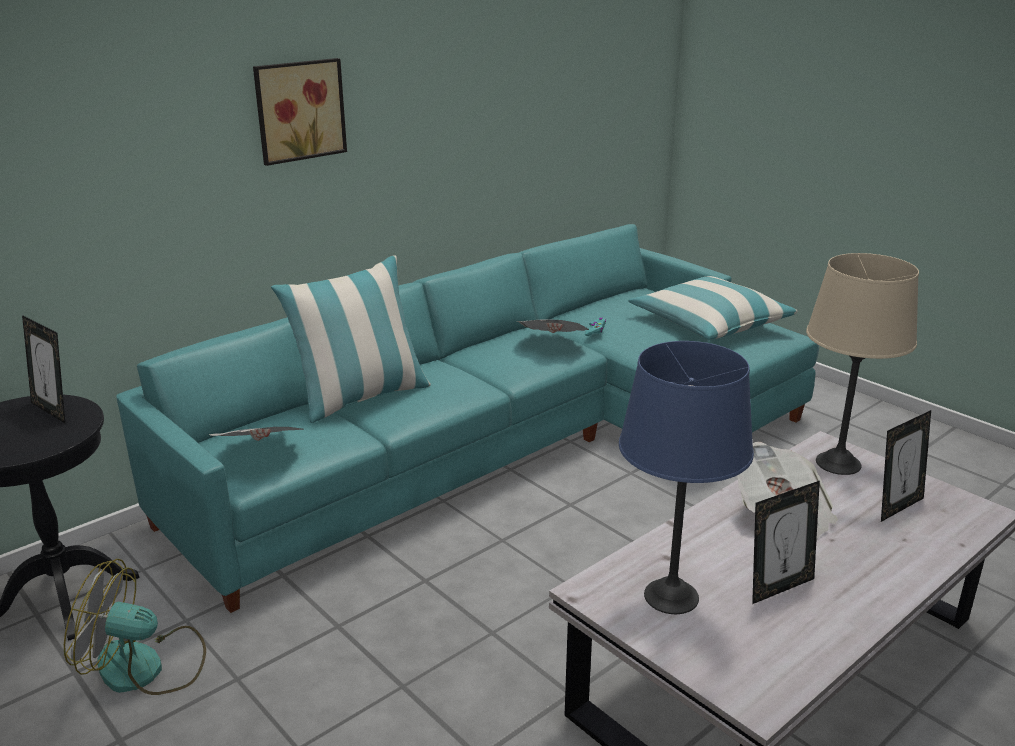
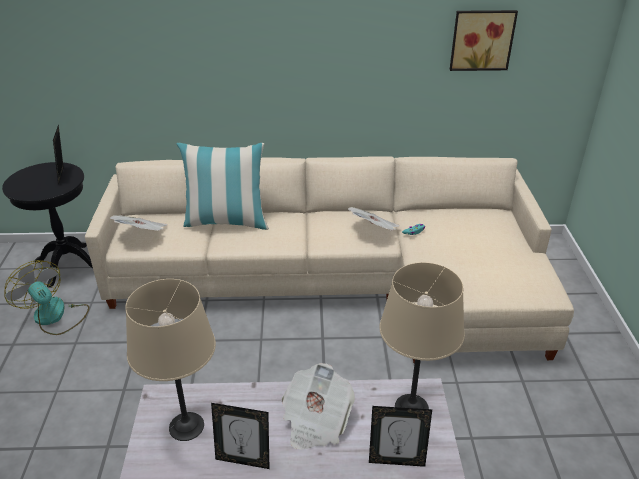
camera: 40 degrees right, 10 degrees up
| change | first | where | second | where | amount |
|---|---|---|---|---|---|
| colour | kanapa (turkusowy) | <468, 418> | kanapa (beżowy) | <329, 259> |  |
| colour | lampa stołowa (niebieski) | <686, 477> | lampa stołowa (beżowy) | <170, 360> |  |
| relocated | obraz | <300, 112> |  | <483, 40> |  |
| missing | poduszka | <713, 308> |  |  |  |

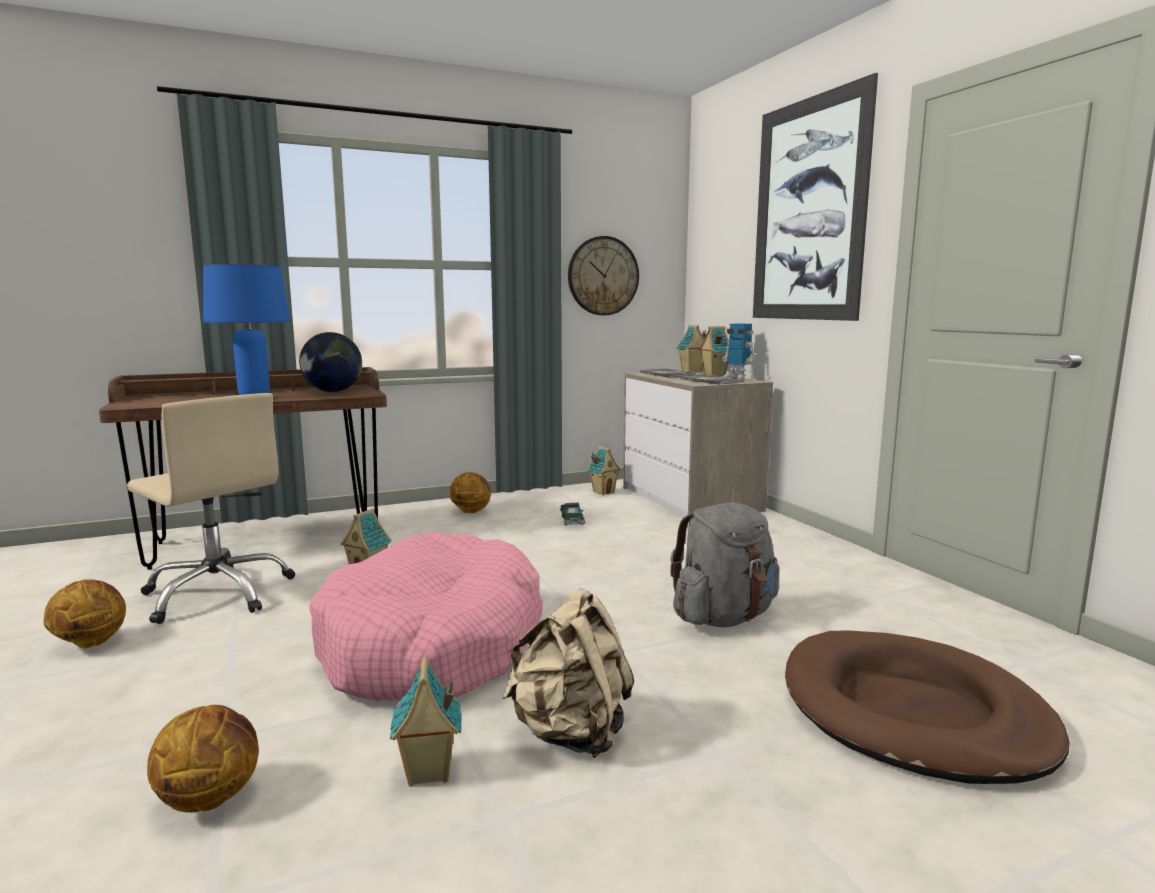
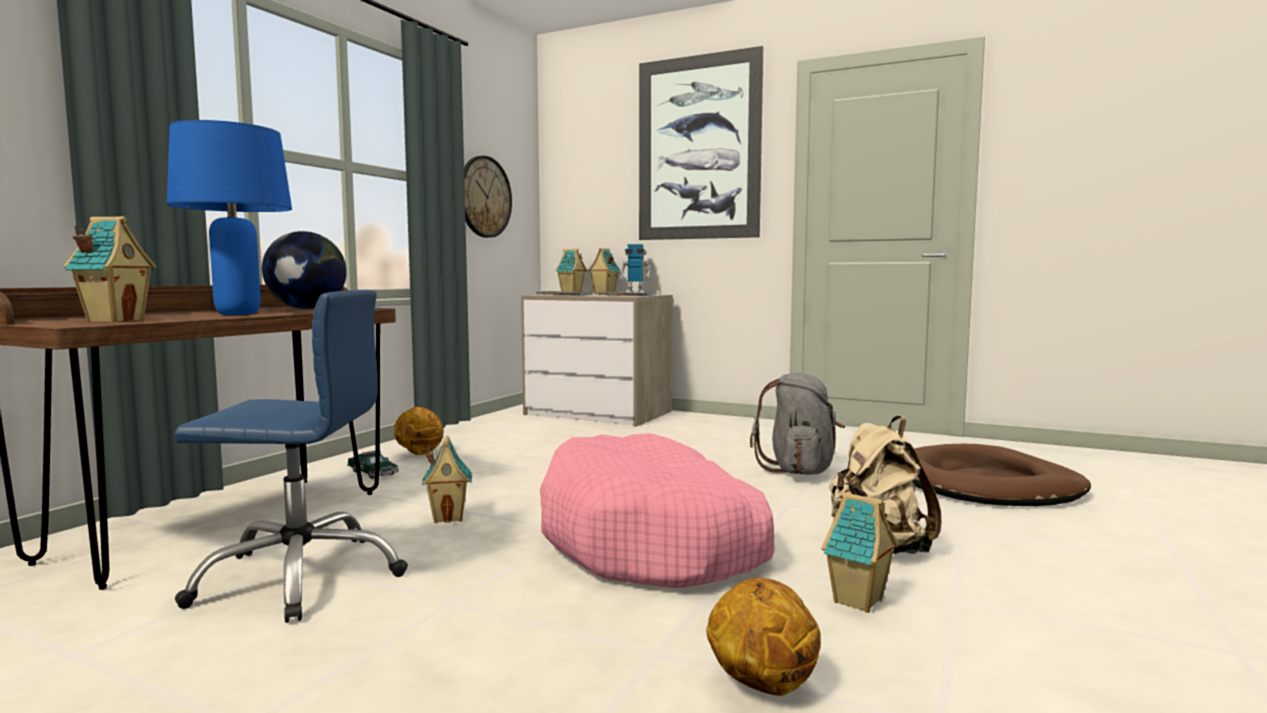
camera: 40 degrees left, 5 degrees down
| change | first | where | second | where | amount |
|---|---|---|---|---|---|
| relocated | domek | <604, 470> |  | <110, 269> |  |
| colour | krzesło biurowe (beżowy) | <211, 508> | krzesło biurowe (niebieski) | <291, 456> |  |
| relocated | samochodzik | <573, 514> |  | <373, 464> |  |
| missing | piłka do koszykówki | <84, 613> |  |  |  |

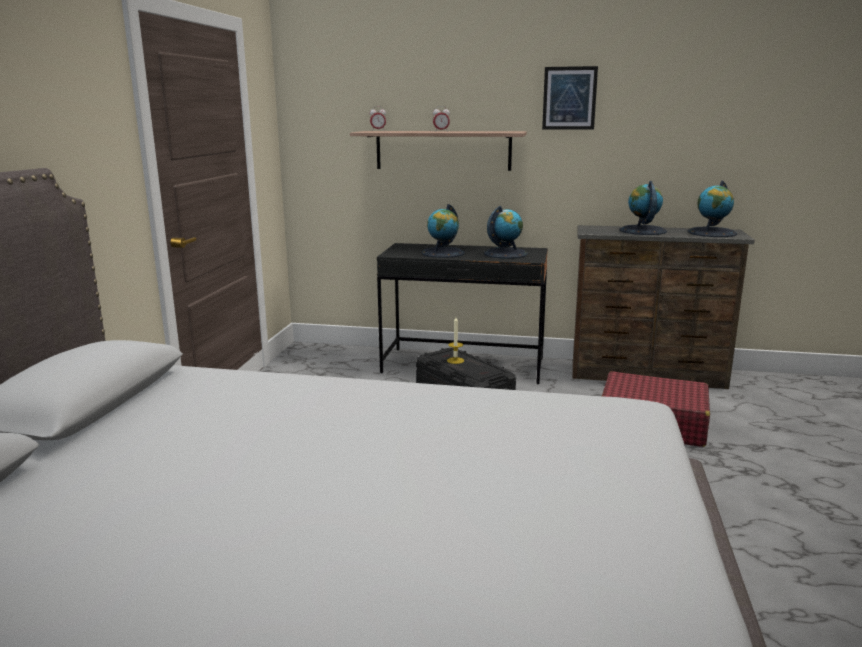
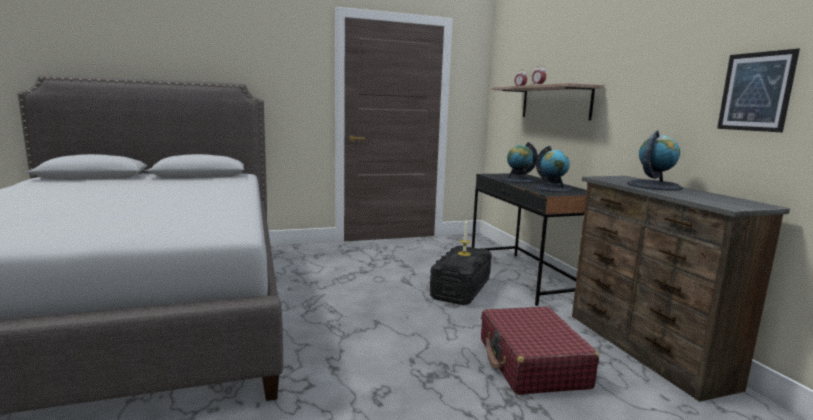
camera: 60 degrees right, 5 degrees down
| change | first | where | second | where | amount |
|---|---|---|---|---|---|
| relocated | obraz | <570, 97> |  | <758, 90> |  |
| missing | globus | <712, 209> |  |  |  |

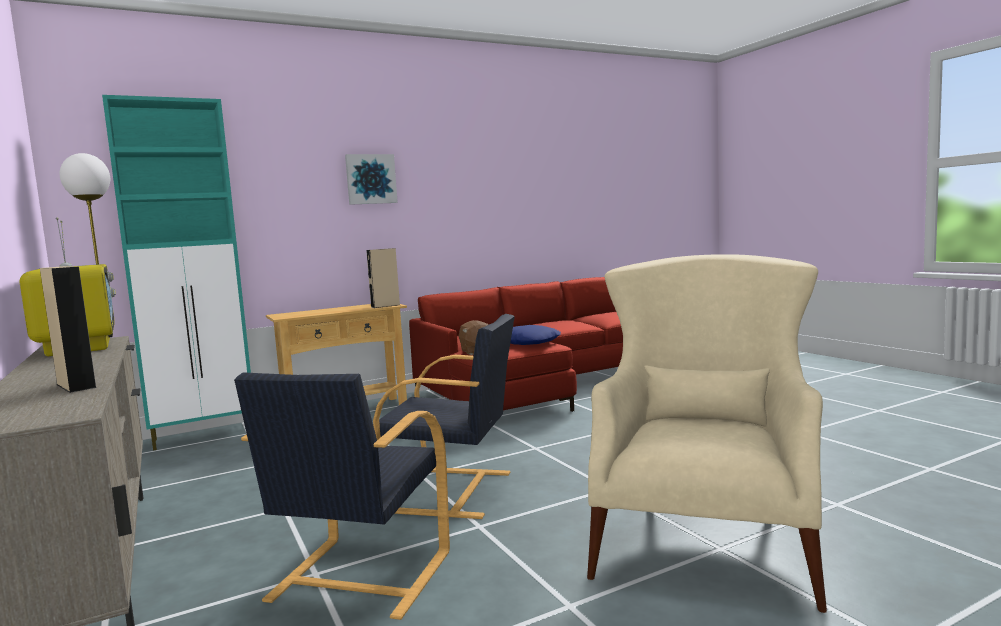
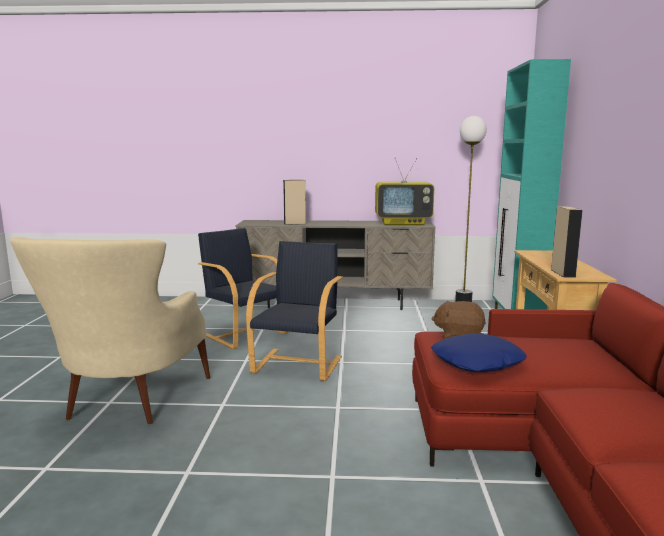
camera: 120 degrees right, 5 degrees up
| change | first | where | second | where | amount |
|---|---|---|---|---|---|
| spun | fotel (beżowy) | <707, 433> |  | <110, 330> | 45 degrees clockwise |
| spun | fotel (czarny) | <444, 416> |  | <294, 311> | 150 degrees clockwise |
| missing | obraz | <371, 179> |  |  |  |

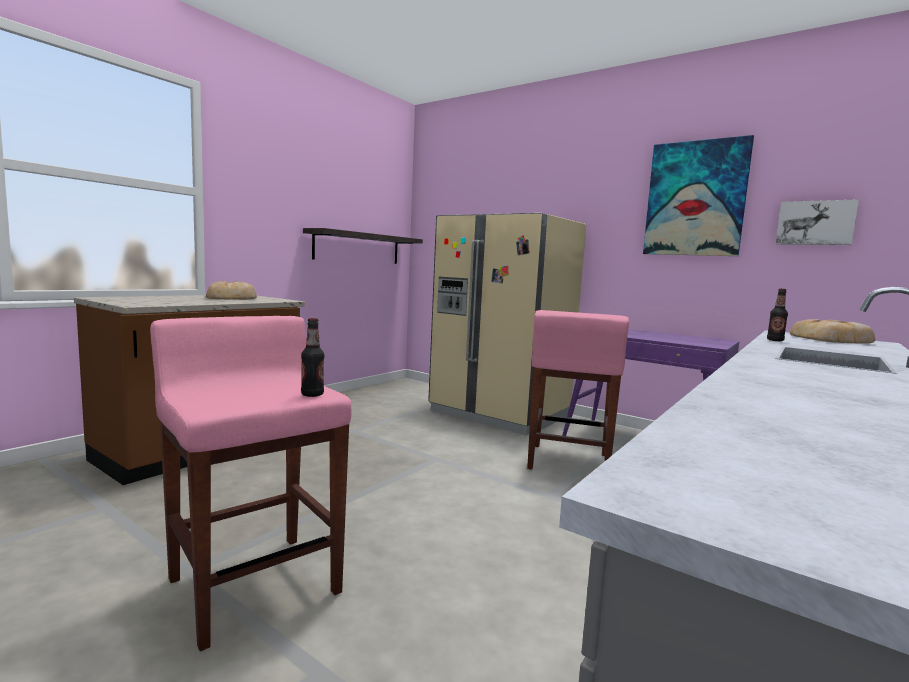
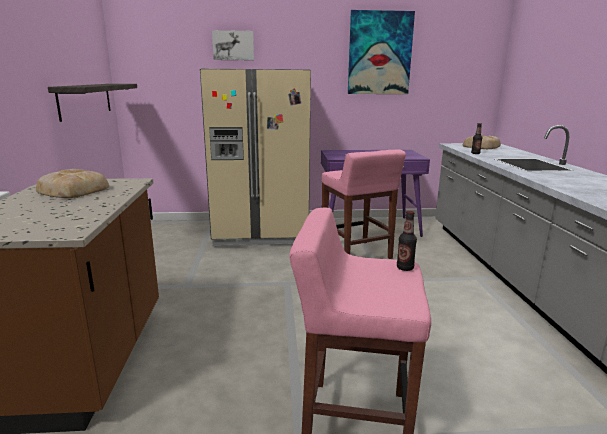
camera: 40 degrees left, 10 degrees up
| change | first | where | second | where | amount |
|---|---|---|---|---|---|
| relocated | obraz | <817, 222> |  | <233, 45> |  |

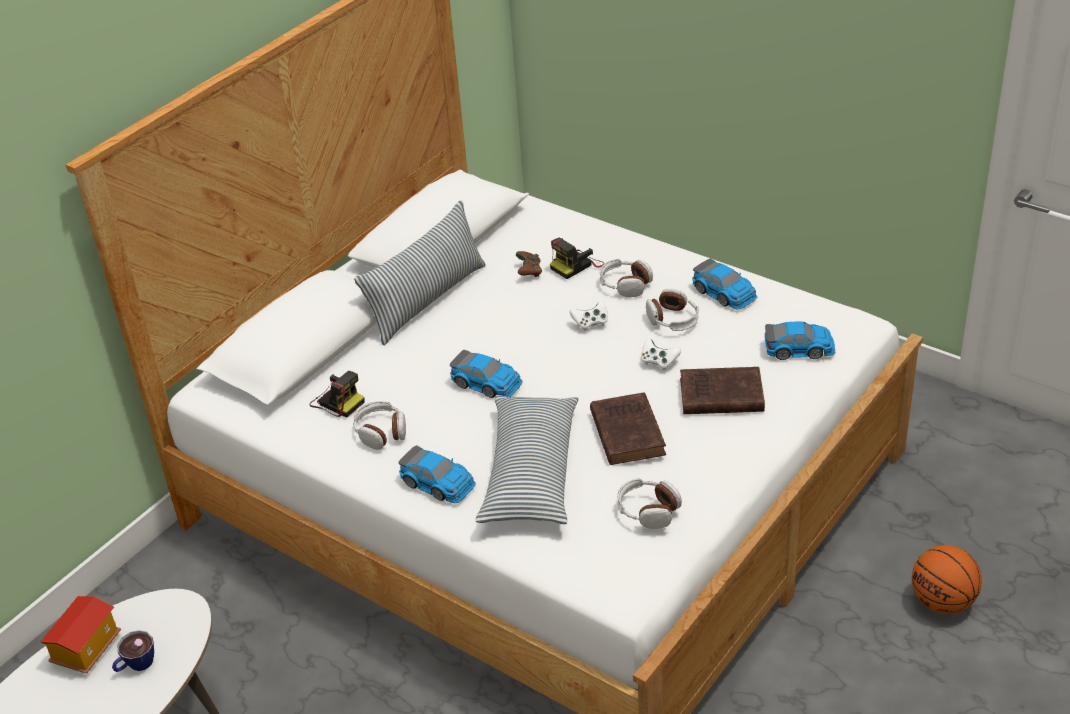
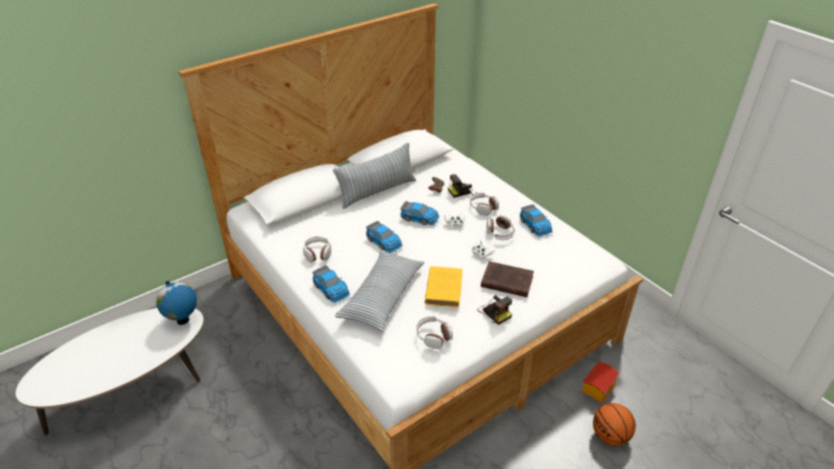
camera: 15 degrees right, 0 degrees up
| change | first | where | second | where | amount |
|---|---|---|---|---|---|
| appeared |  |  | globus | <176, 303> |  |
| relocated | samochodzik | <800, 341> |  | <419, 213> |  |
| colour | książka (brązowy) | <628, 428> | książka (żółty) | <443, 286> |  |
| relocated | aparat fotograficzny | <337, 394> |  | <494, 310> |  |
| relocated | domek | <81, 635> |  | <599, 383> |  |
| missing | filiżanka | <133, 651> |  |  |  |

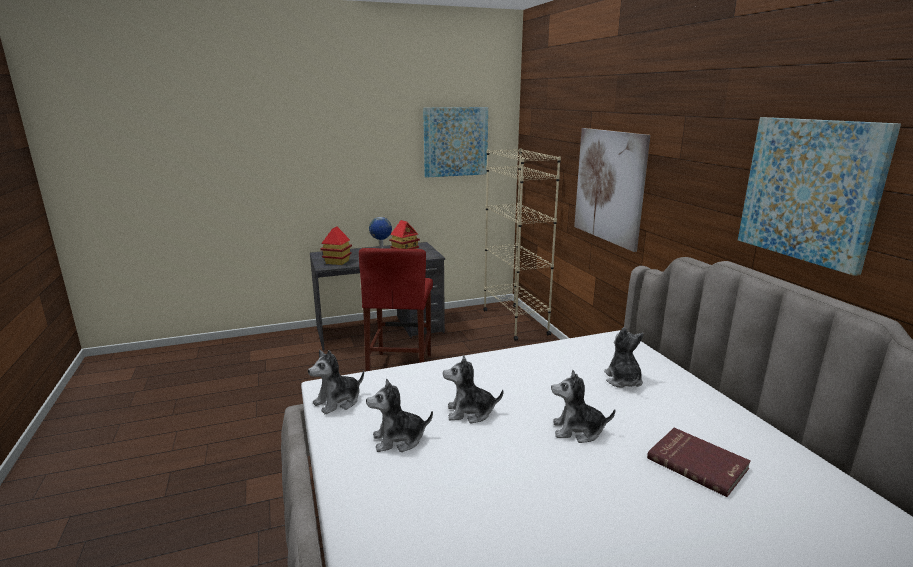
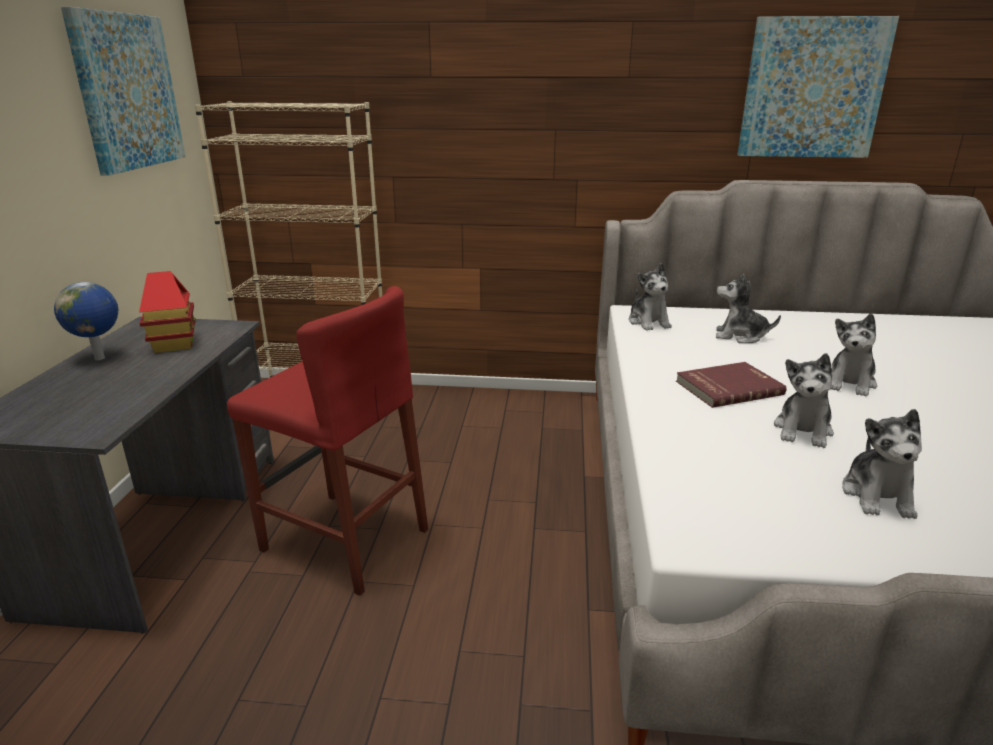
camera: 65 degrees left, 5 degrees up
| change | first | where | second | where | amount |
|---|---|---|---|---|---|
| relocated | pluszak | <336, 382> |  | <650, 297> |  |
| relocated | książka (czerwony) | <699, 462> |  | <731, 385> |  |
| missing | domek | <336, 246> |  |  |  |
| missing | obraz | <612, 190> |  |  |  |

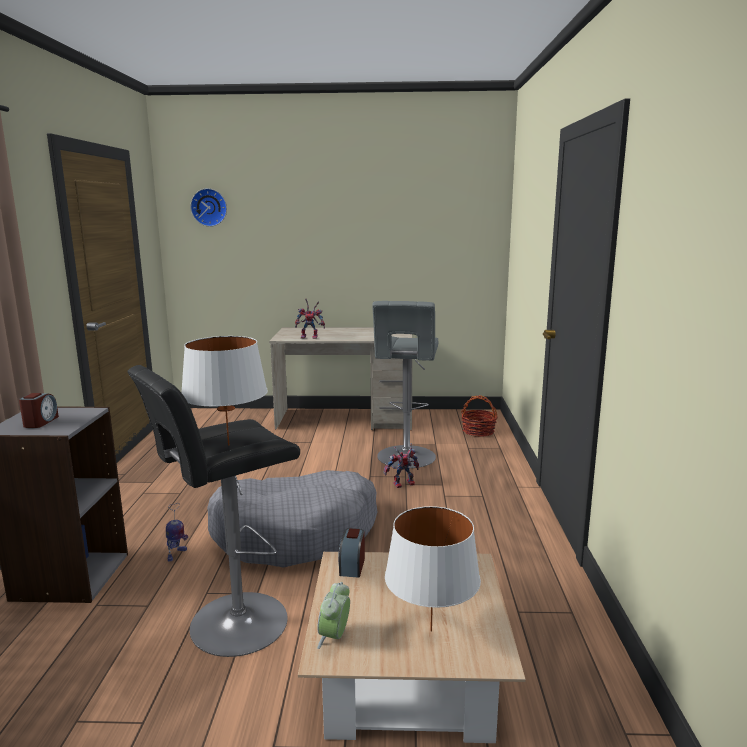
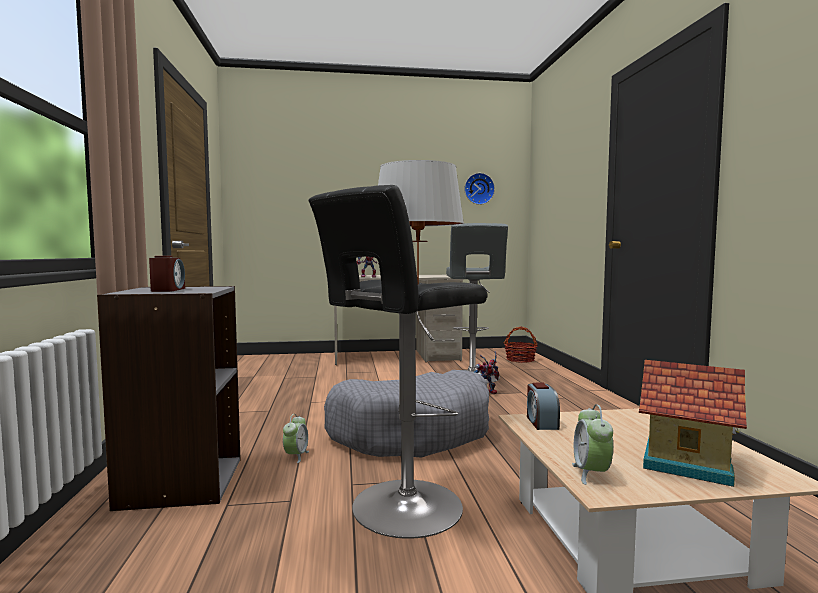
camera: 10 degrees left, 10 degrees down
| change | first | where | second | where | amount |
|---|---|---|---|---|---|
| exchanged | robot zabawkowy | <177, 532> | budzik | <296, 438> |  |
| relocated | zegar ścienny | <208, 207> |  | <479, 189> |  |
| exchanged | lampa stołowa (biały) | <433, 569> | domek | <693, 423> |  |

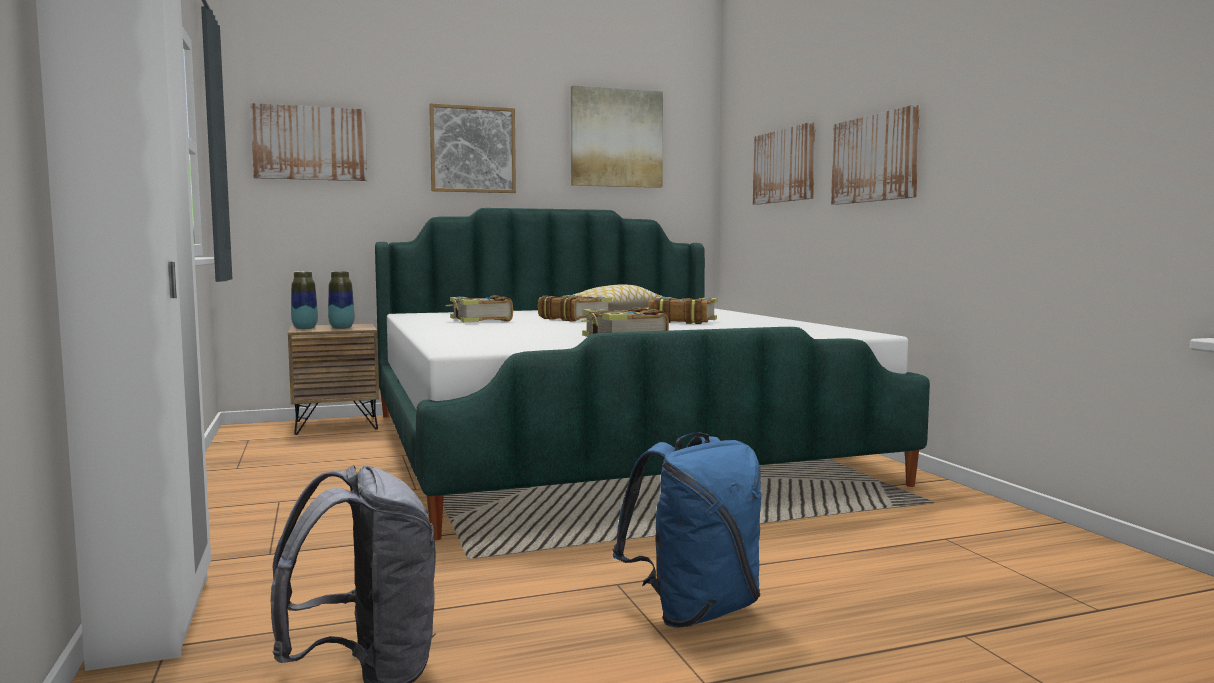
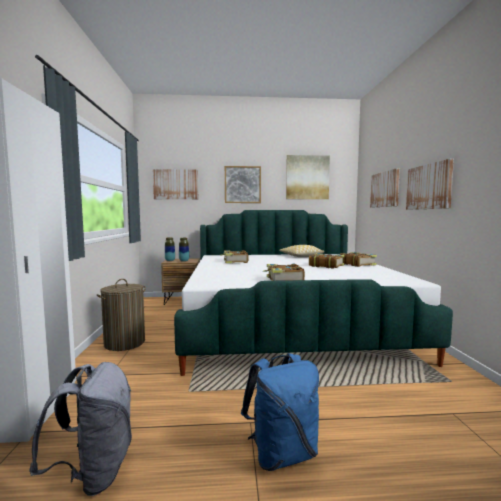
camera: 15 degrees right, 0 degrees up
| change | first | where | second | where | amount |
|---|---|---|---|---|---|
| appeared |  |  | kosz na pranie | <121, 315> |  |
| relocated | książka | <575, 308> |  | <358, 259> |  |

